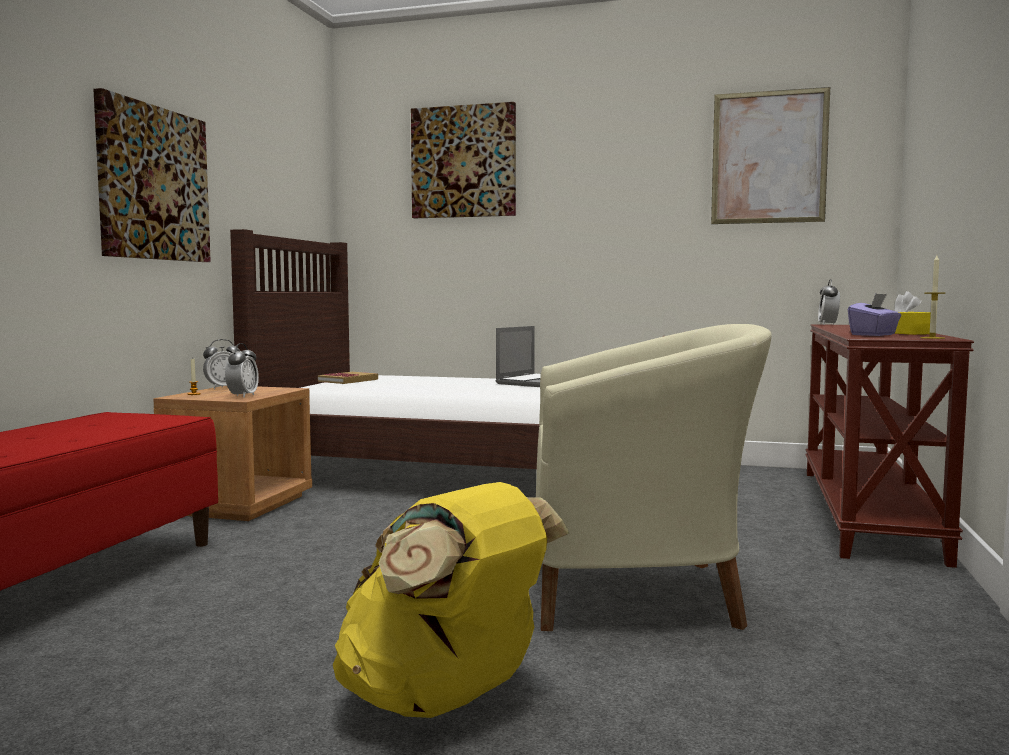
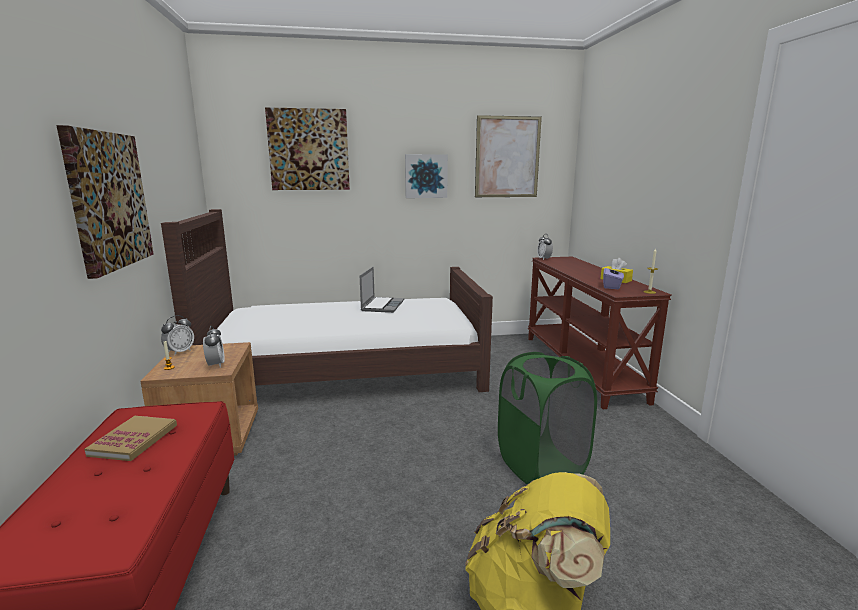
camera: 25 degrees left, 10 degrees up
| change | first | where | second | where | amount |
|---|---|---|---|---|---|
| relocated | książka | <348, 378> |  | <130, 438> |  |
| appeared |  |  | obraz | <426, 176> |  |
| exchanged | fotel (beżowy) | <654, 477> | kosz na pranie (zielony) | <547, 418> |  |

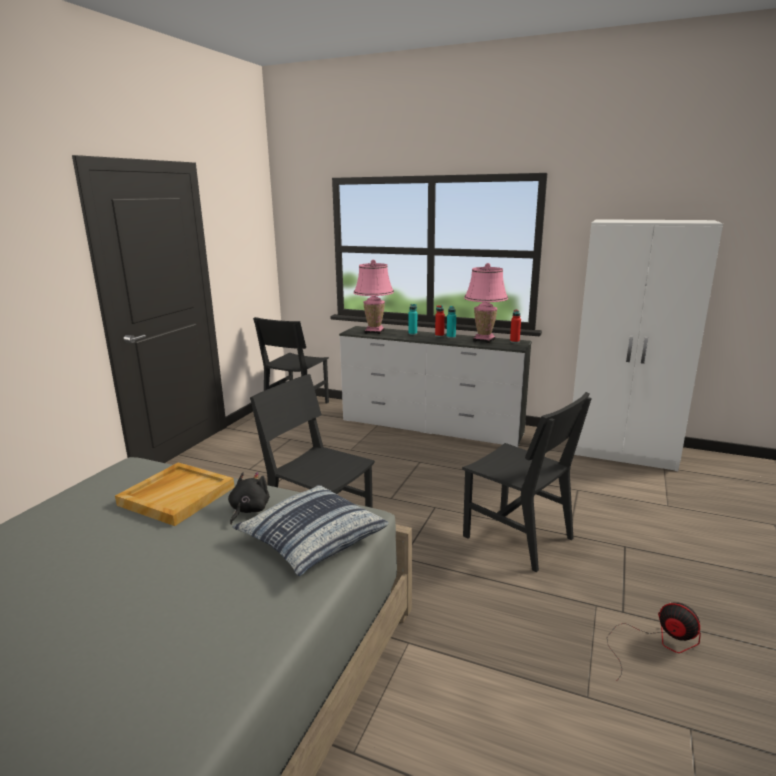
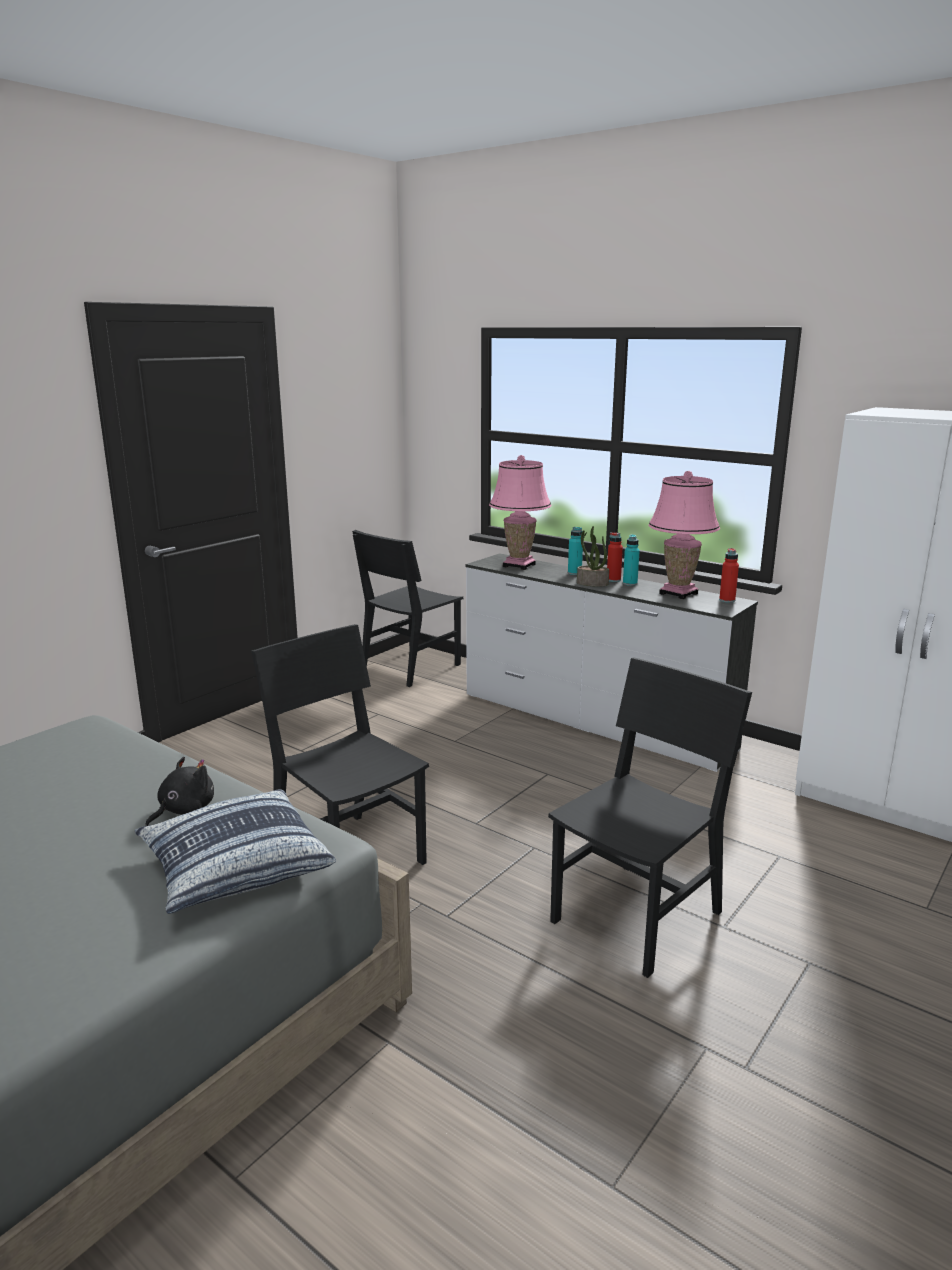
camera: 15 degrees right, 0 degrees up
| change | first | where | second | where | amount |
|---|---|---|---|---|---|
| spun | krzesło (czarny) | <527, 482> |  | <650, 817> | 105 degrees counterclockwise |
| appeared |  |  | roślina doniczkowa | <593, 556> |  |
| missing | taca (beżowy) | <174, 494> |  |  |  |
| missing | wentylator | <654, 641> |  |  |  |

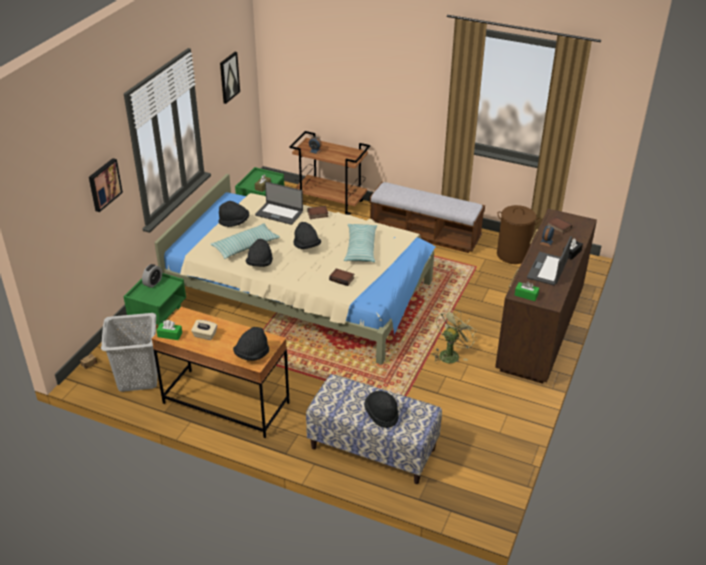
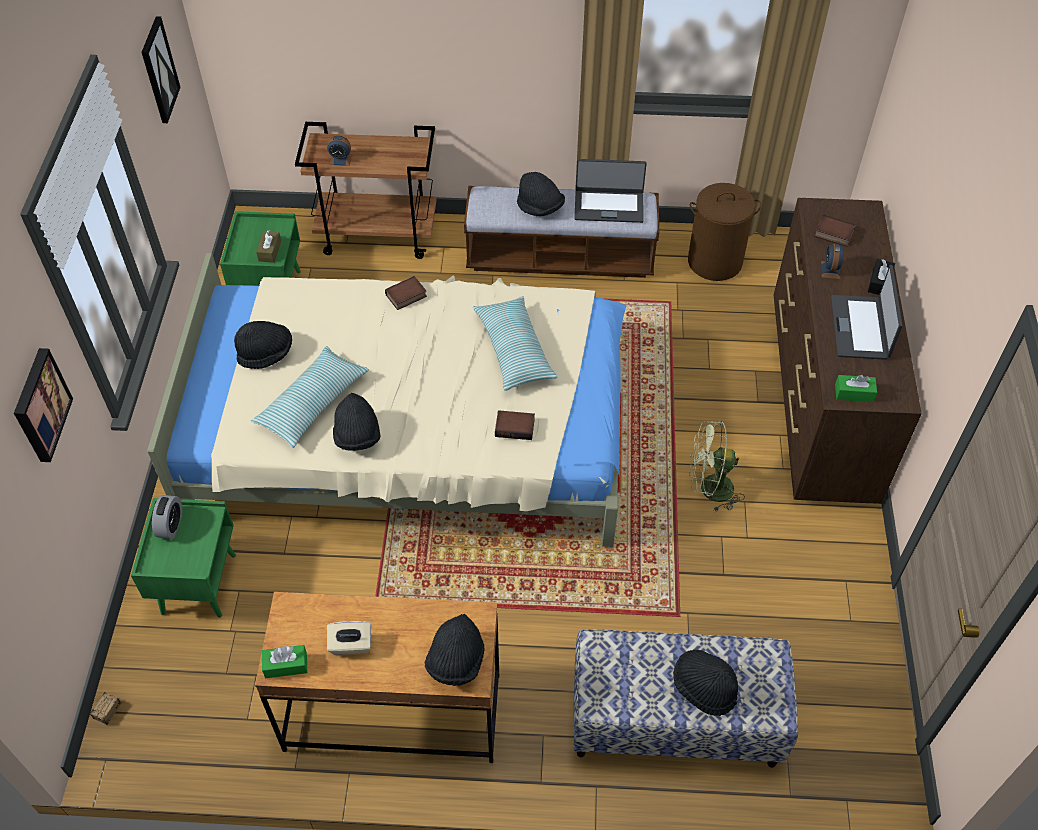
camera: 20 degrees left, 15 degrees up
| change | first | where | second | where | amount |
|---|---|---|---|---|---|
| relocated | kapelusz (czarny) | <307, 235> |  | <541, 194> |  |
| relocated | laptop | <279, 203> |  | <610, 191> |  |
| spun | wentylator (zielony) | <455, 336> |  | <717, 466> | 105 degrees counterclockwise |
| missing | kosz na pranie (szary) | <129, 352> |  |  |  |

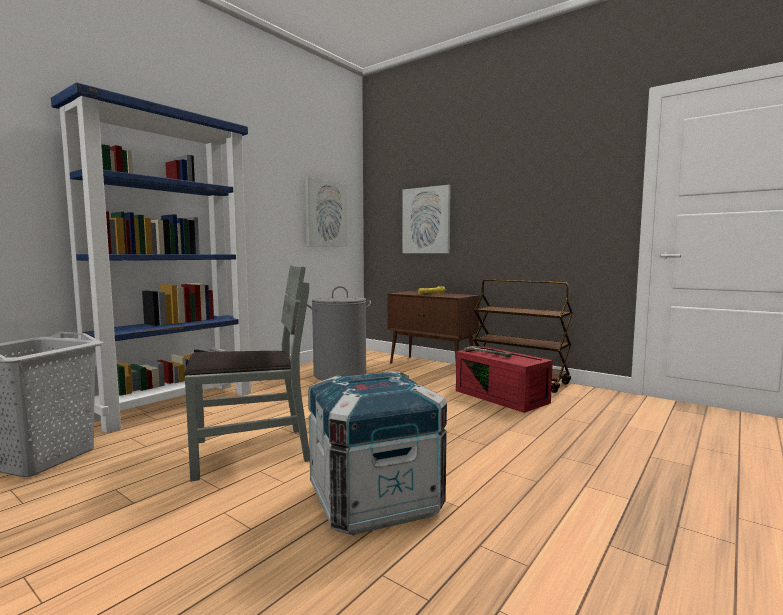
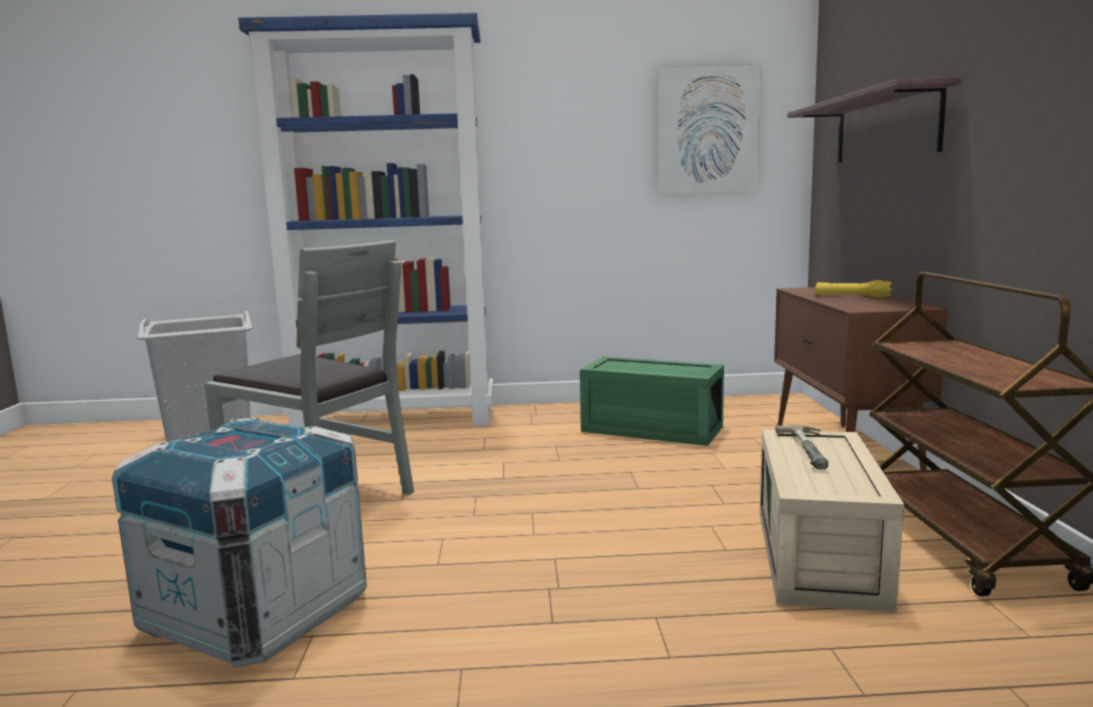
camera: 50 degrees right, 5 degrees up
| change | first | where | second | where | amount |
|---|---|---|---|---|---|
| exchanged | kosz na pranie (szary) | <339, 333> | pojemnik do przechowywania (zielony) | <652, 401> |  |
| colour | pojemnik do przechowywania (czerwony) | <504, 379> | pojemnik do przechowywania (beżowy) | <832, 521> |  |
| exchanged | obraz | <426, 219> | półka | <874, 120> |  |

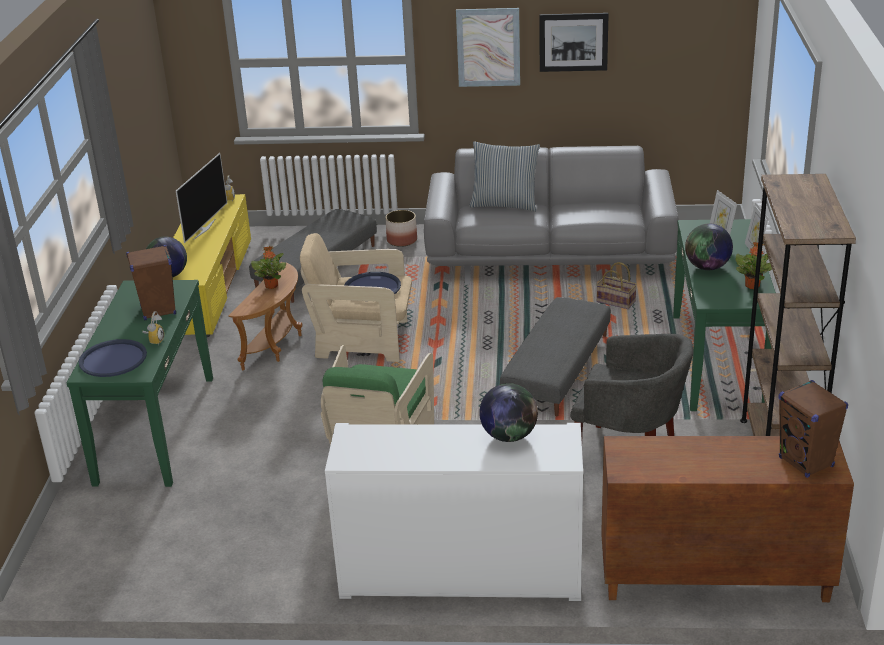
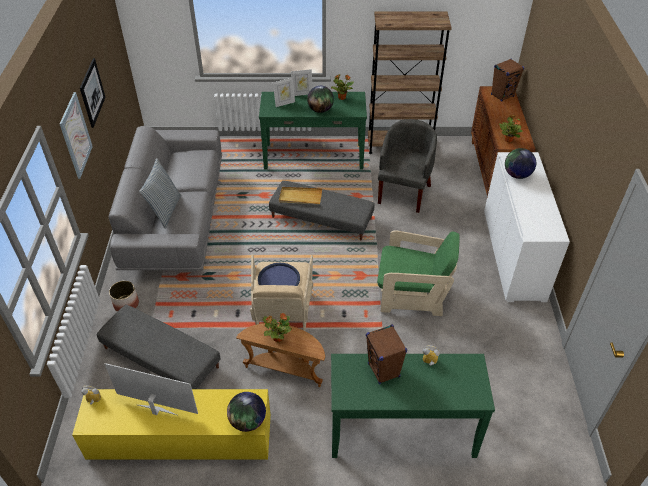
camera: 95 degrees left, 15 degrees up
| change | first | where | second | where | amount |
|---|---|---|---|---|---|
| appeared |  |  | taca (beżowy) | <300, 195> |  |
| appeared |  |  | roślina doniczkowa | <511, 128> |  |
| missing | taca (niebieski) | <113, 358> |  |  |  |
| missing | koszyk | <616, 285> |  |  |  |

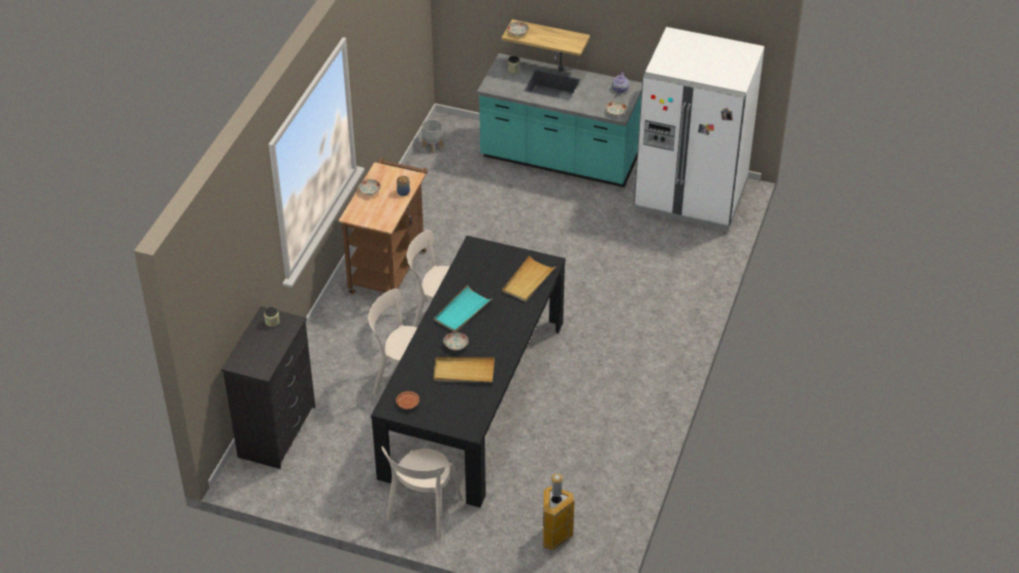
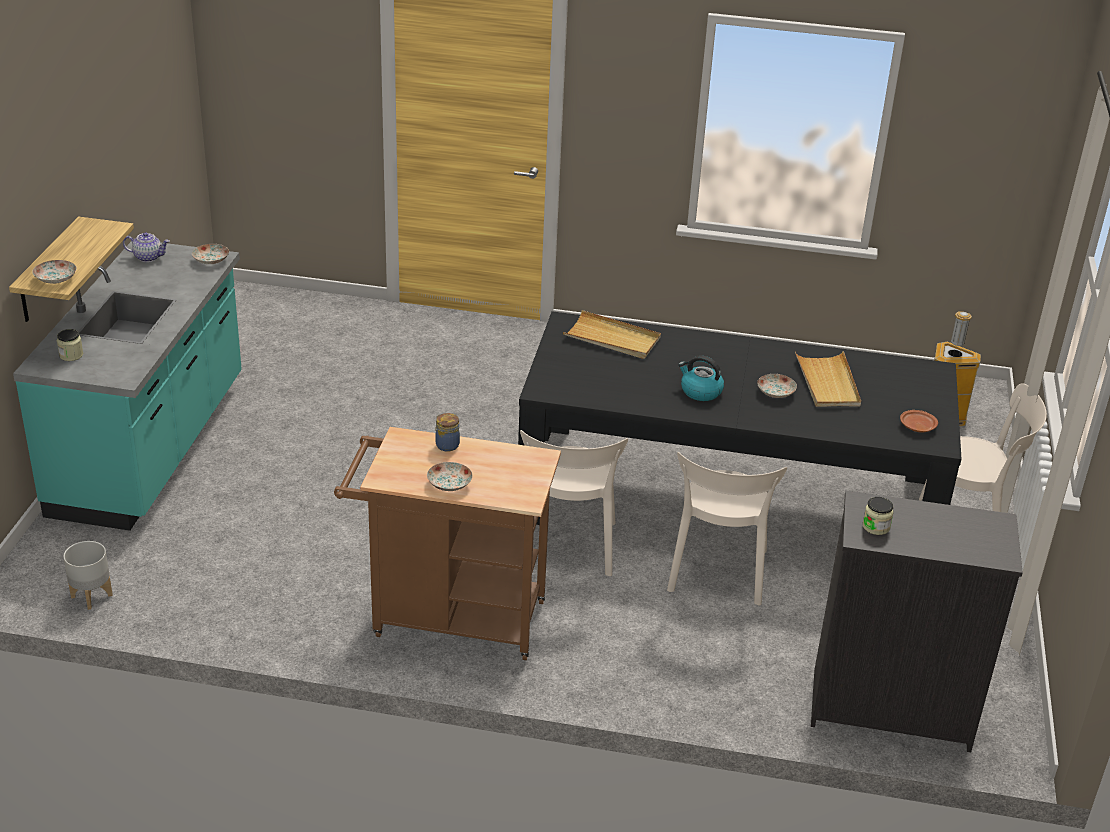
camera: 100 degrees left, 10 degrees down
| change | first | where | second | where | amount |
|---|---|---|---|---|---|
| exchanged | taca (turkusowy) | <463, 308> | czajnik | <701, 378> |  |
| missing | lodówka (biały) | <699, 129> |  |  |  |

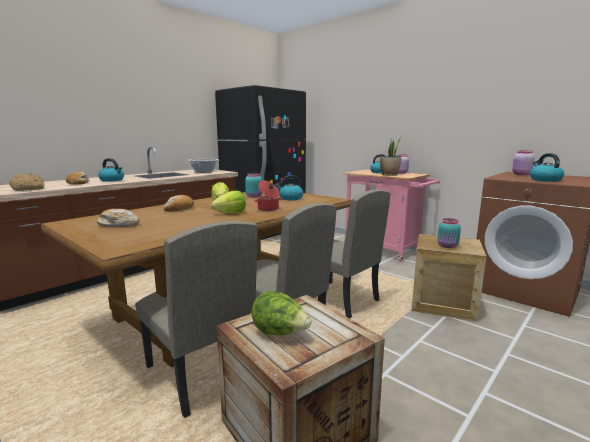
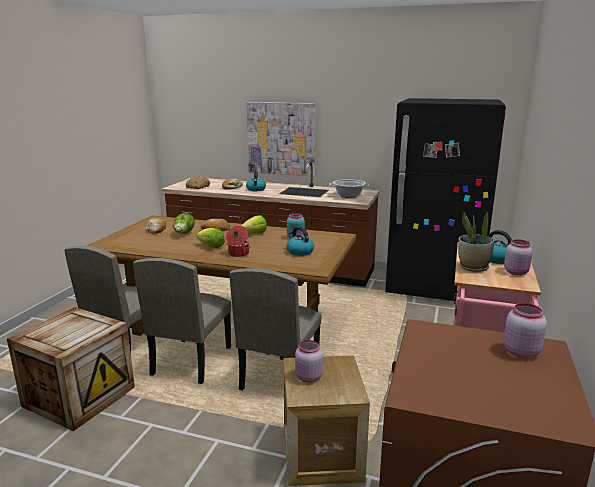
camera: 65 degrees right, 5 degrees up
| change | first | where | second | where | amount |
|---|---|---|---|---|---|
| relocated | sałata | <281, 313> |  | <184, 223> |  |
| appeared |  |  | obraz | <281, 139> |  |
| colour | słoik (turkusowy) | <449, 233> | słoik (różowy) | <309, 361> |  |
| missing | czajnik | <547, 167> |  |  |  |

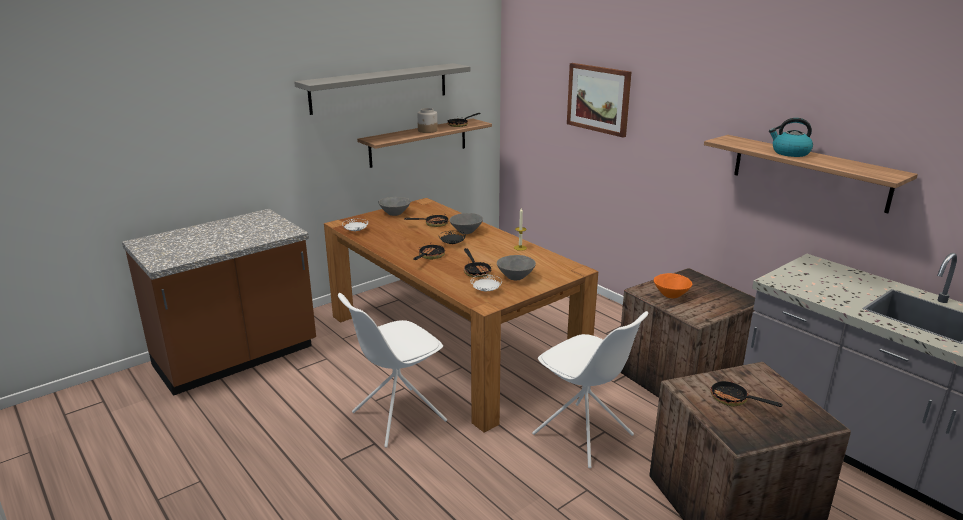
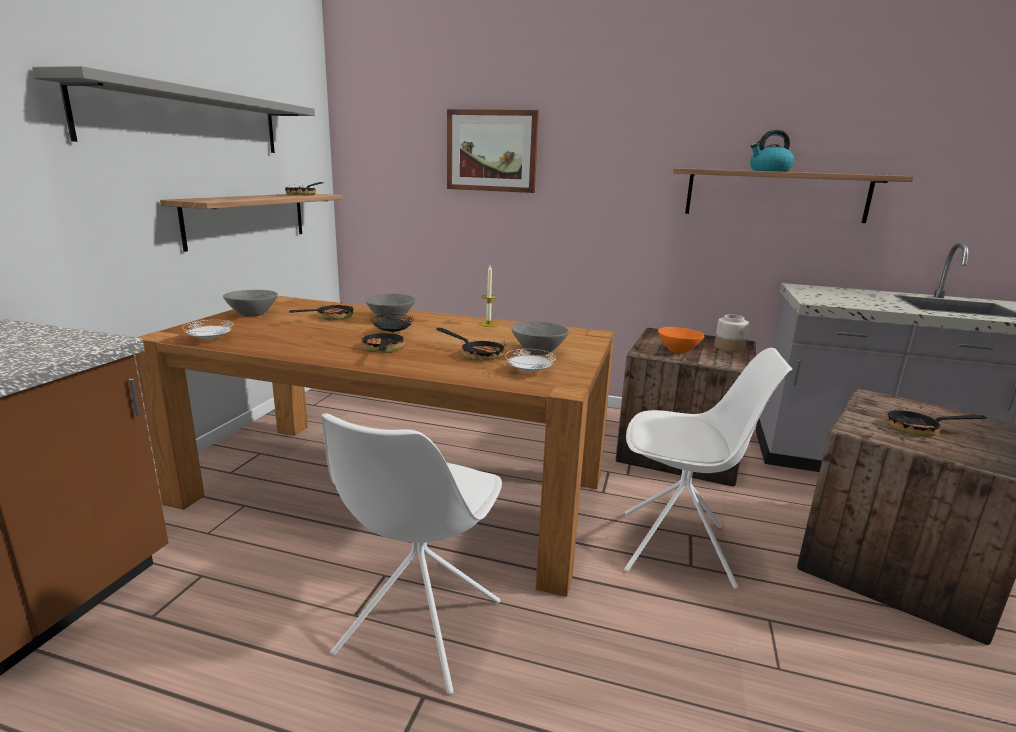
camera: 35 degrees left, 5 degrees down
| change | first | where | second | where | amount |
|---|---|---|---|---|---|
| relocated | słoik | <427, 120> |  | <731, 333> |  |

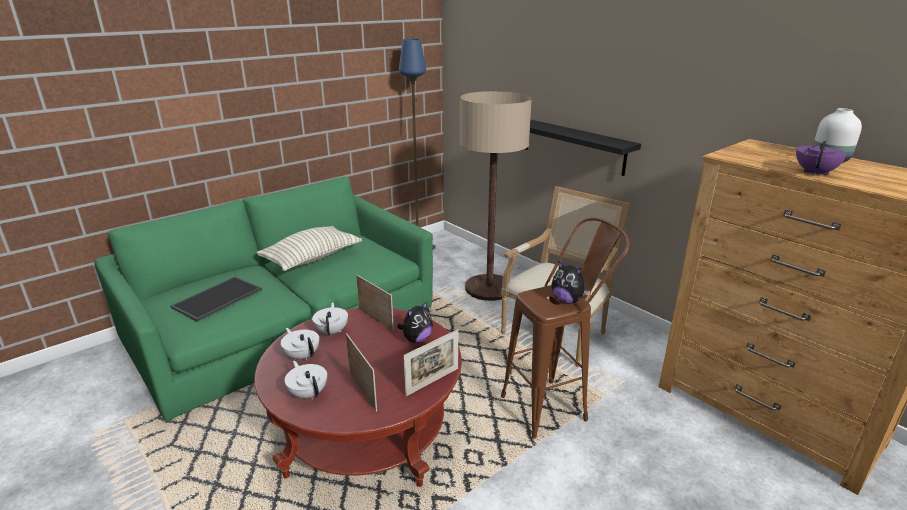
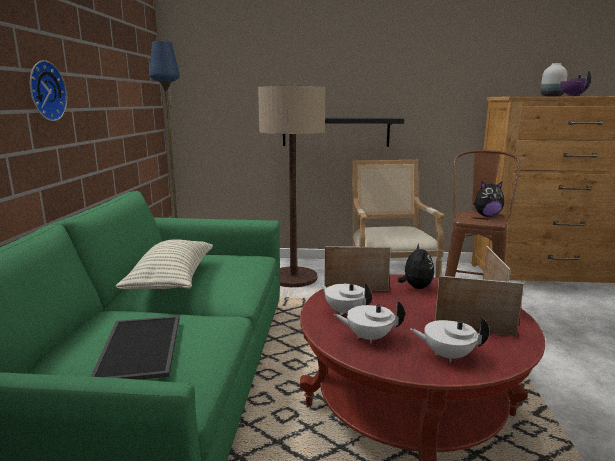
camera: 45 degrees left, 10 degrees down
| change | first | where | second | where | amount |
|---|---|---|---|---|---|
| appeared |  |  | zegar ścienny | <48, 90> |  |

